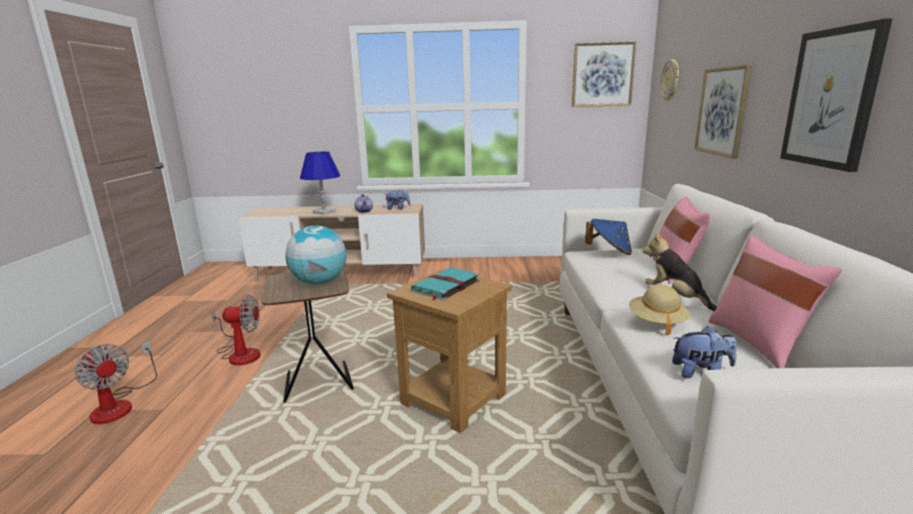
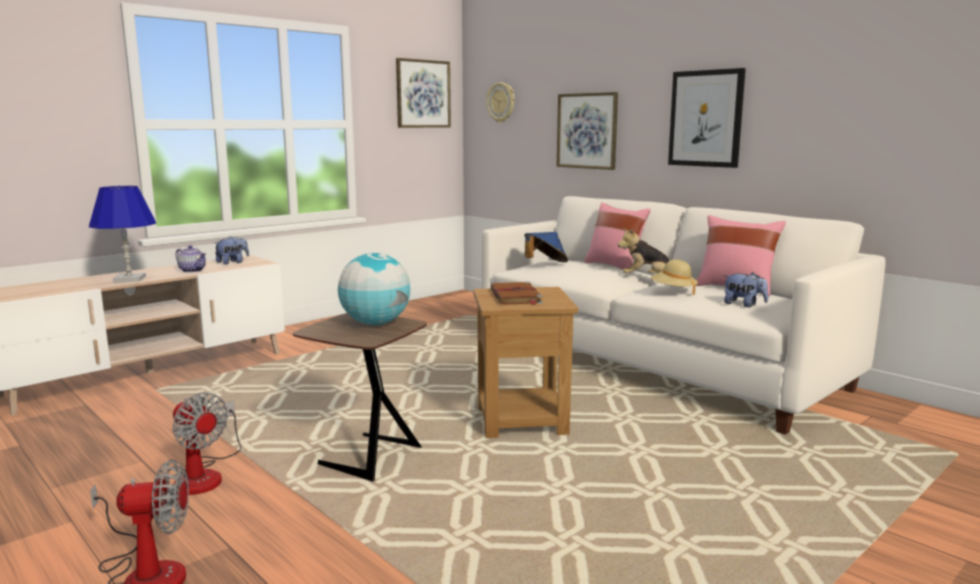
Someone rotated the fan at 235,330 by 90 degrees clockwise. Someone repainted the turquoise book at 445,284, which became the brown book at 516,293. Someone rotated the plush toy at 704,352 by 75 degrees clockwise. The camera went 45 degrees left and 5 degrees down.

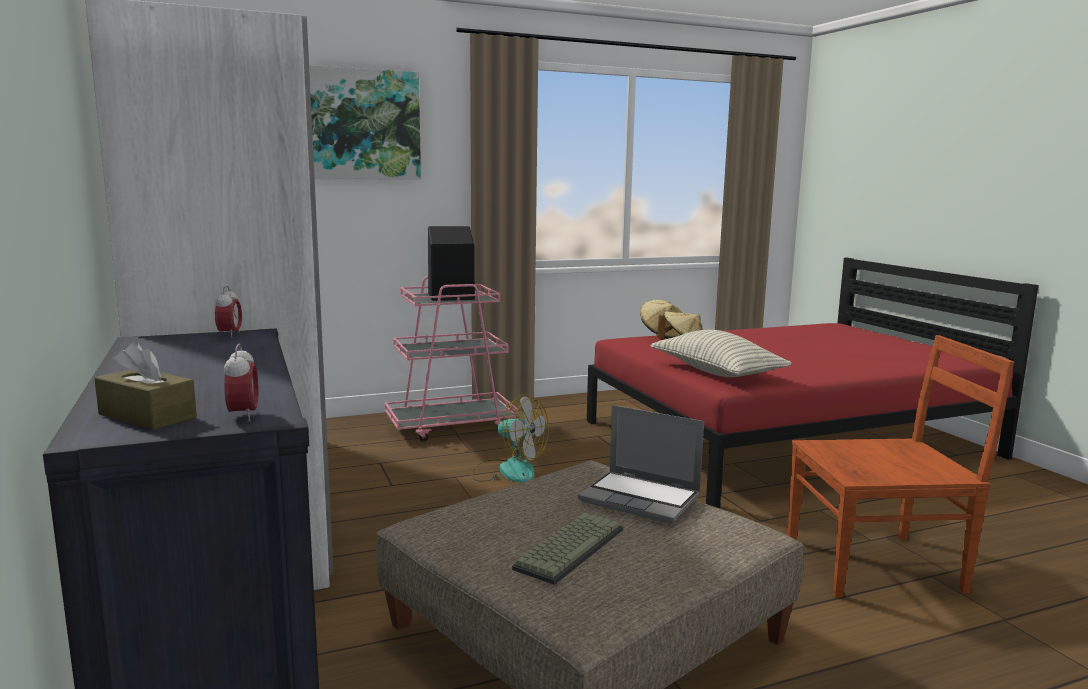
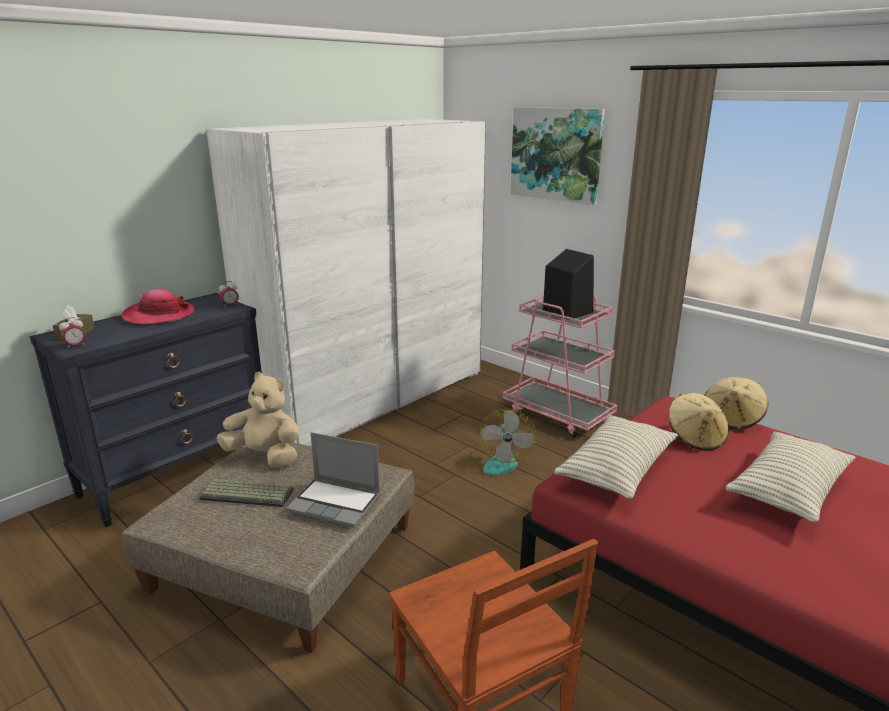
Someone rotated the laptop at 641,464 by 75 degrees counterclockwise. Someone put down the hat at 158,306. Someone put down the beige plush toy at 258,420. Someone put down the pillow at 791,477. The camera went 65 degrees right and 10 degrees up.

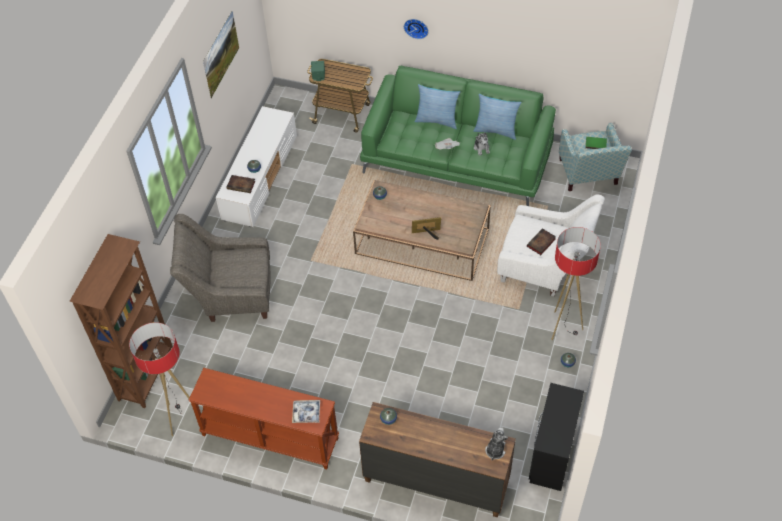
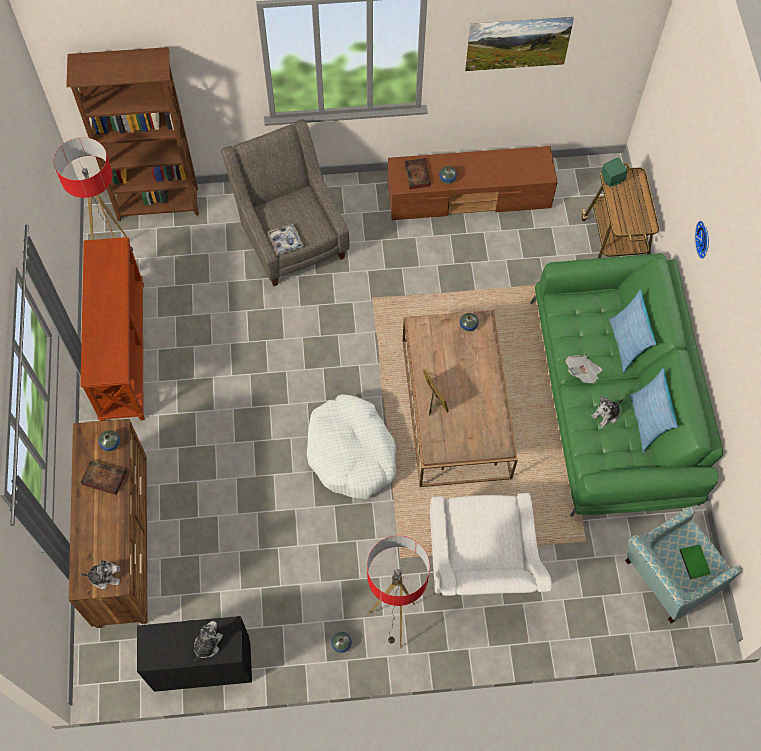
Someone repainted the white tv stand at 256,166, which became the brown tv stand at 473,183. Someone carried the tray from 306,411 to 285,239. Someone carried the book from 541,241 to 103,478. Someone put down the plush toy at 208,641. Someone put down the white dog bed at 351,446. The camera went 65 degrees right and 10 degrees up.

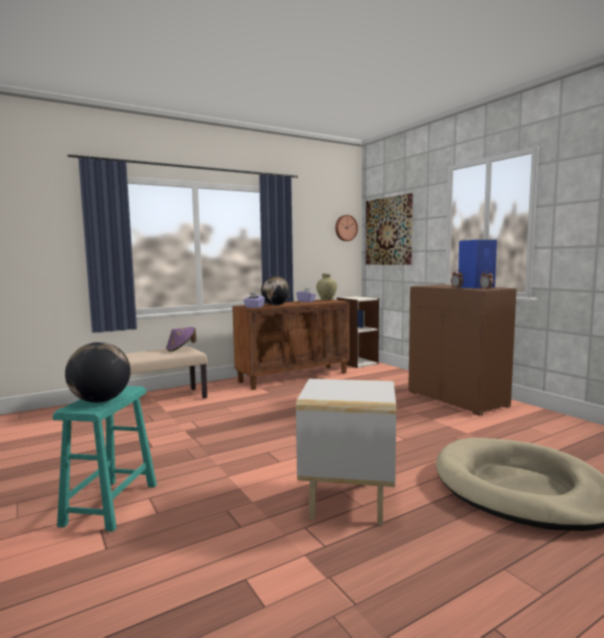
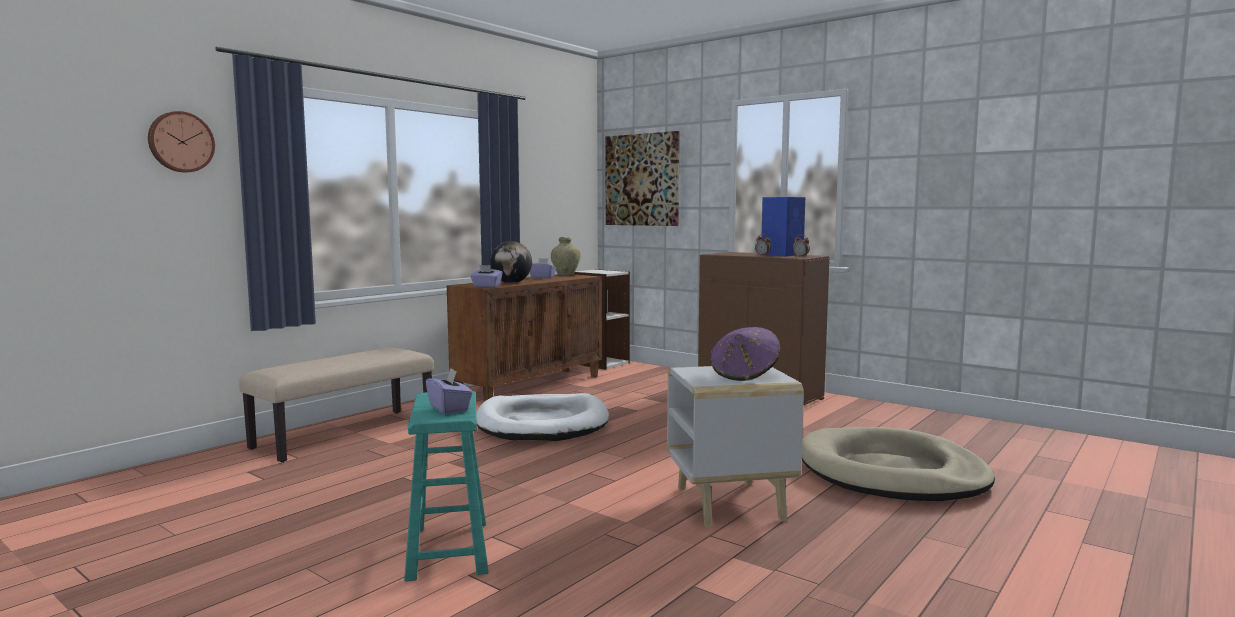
Someone swapped the globe at 98,372 for the purple tissue box at 449,391. Someone carried the purple hat from 181,339 to 745,354. Someone carried the wall clock from 346,228 to 181,141. Someone put down the white dog bed at 542,417. The camera went 20 degrees left and 0 degrees up.

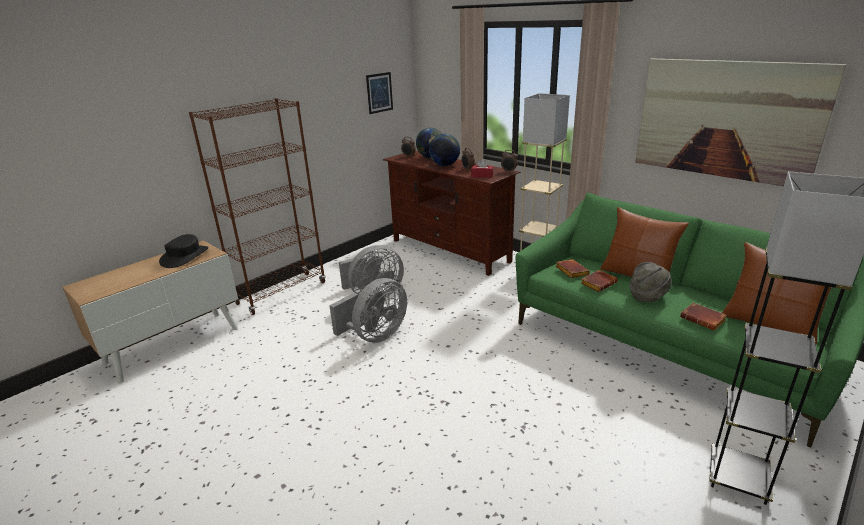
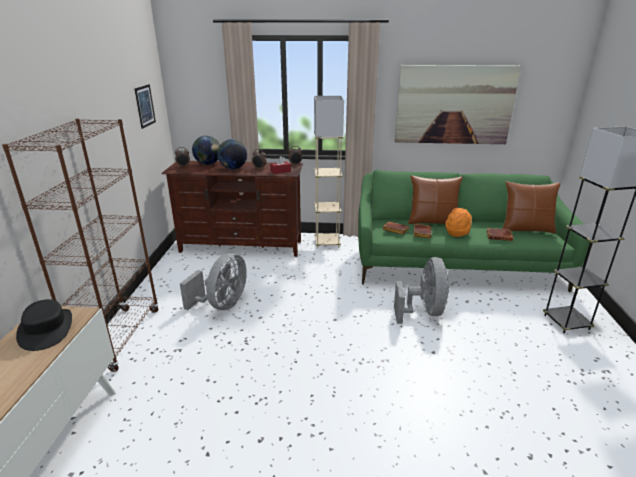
Someone carried the grey fan from 368,310 to 421,290. Someone repainted the grey hat at 651,282, which became the orange hat at 458,222. The camera went 40 degrees left and 0 degrees up.

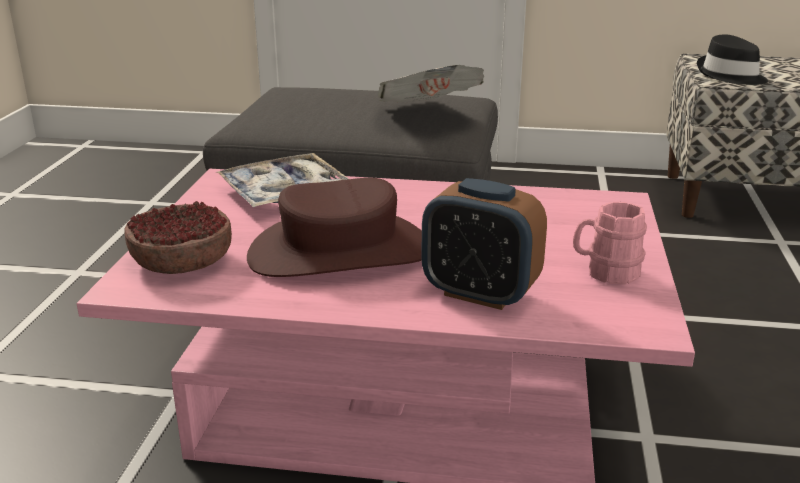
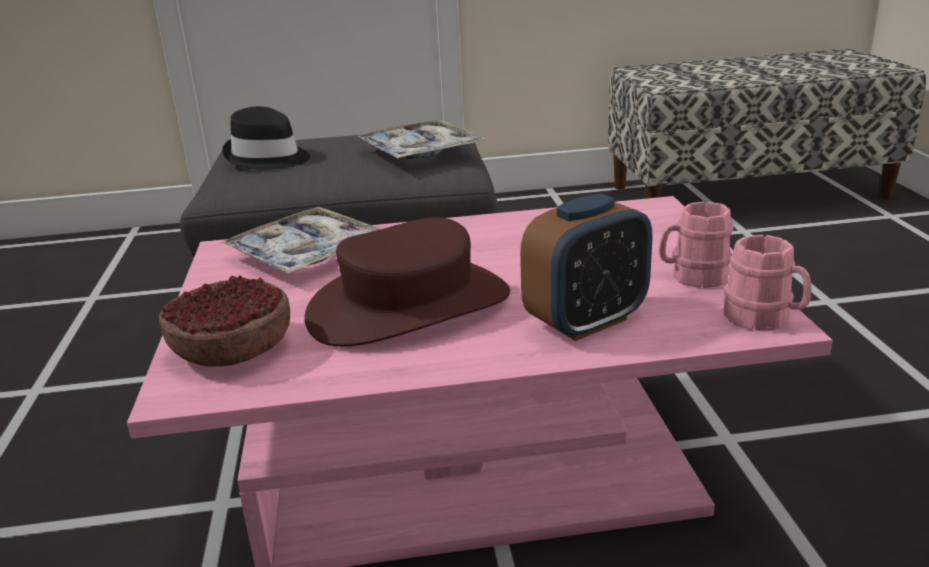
Someone swapped the newspaper at 431,83 for the tray at 420,139. Someone rotated the alarm clock at 484,244 by 45 degrees counterclockwise. Someone carried the black hat from 732,59 to 266,138. Someone put down the pink mug at 767,283. The camera went 15 degrees left and 0 degrees up.

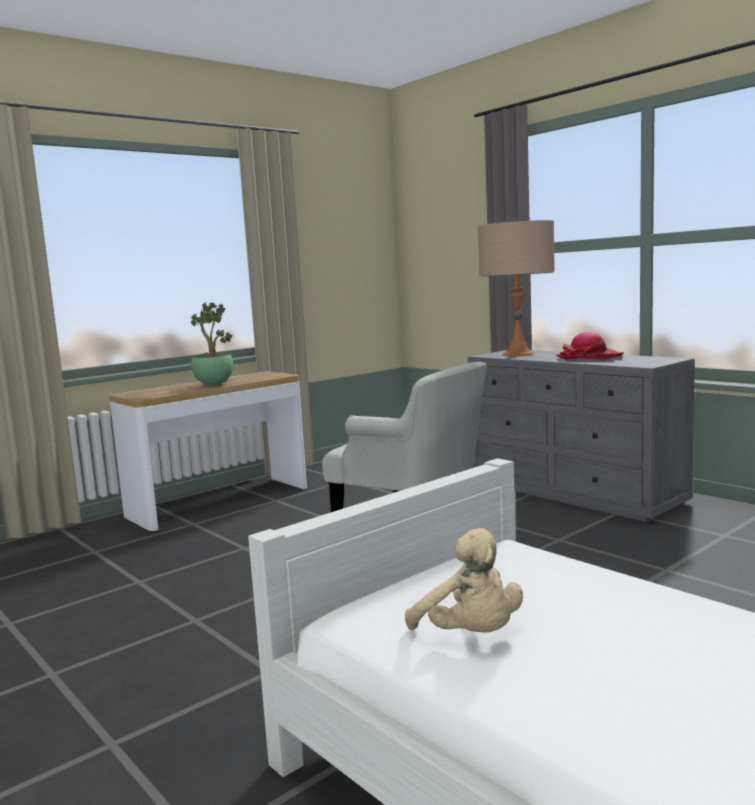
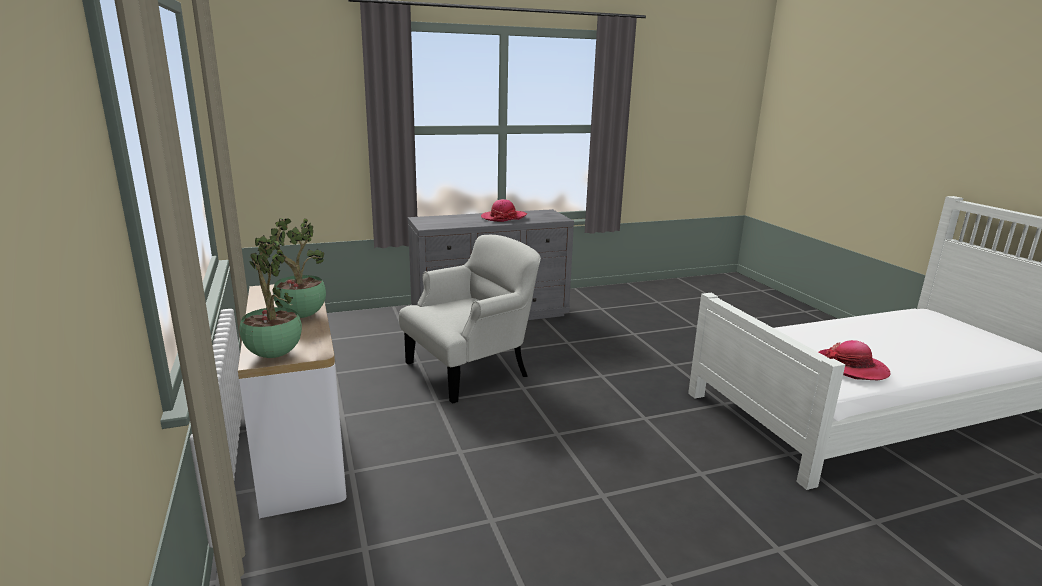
Someone swapped the beige plush toy at 464,580 for the hat at 855,360. Someone took away the beige table lamp at 516,288. Someone put down the potted plant at 270,299. The camera went 70 degrees left and 10 degrees up.

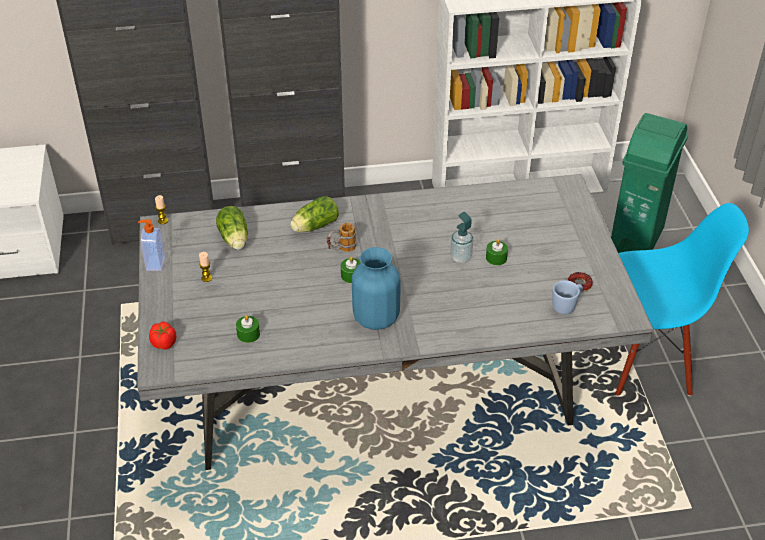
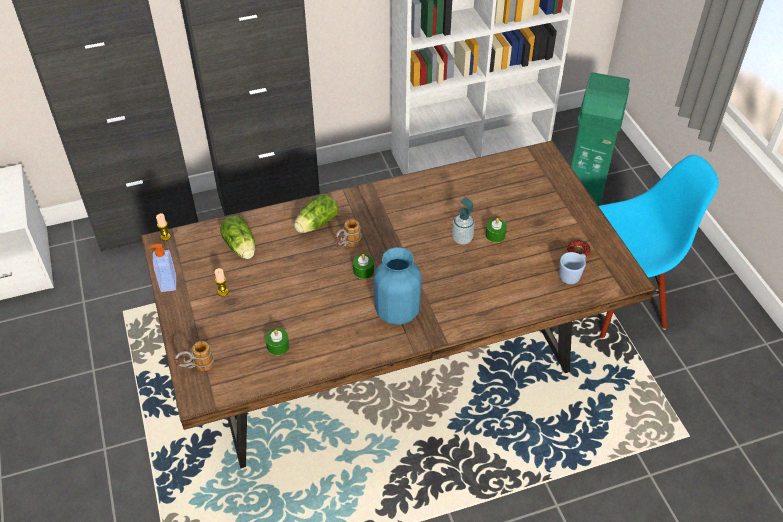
Someone repainted the grey dining table at 395,322, which became the brown dining table at 398,305. Someone swapped the tomato at 162,336 for the mug at 194,356. The camera went 10 degrees left and 5 degrees up.

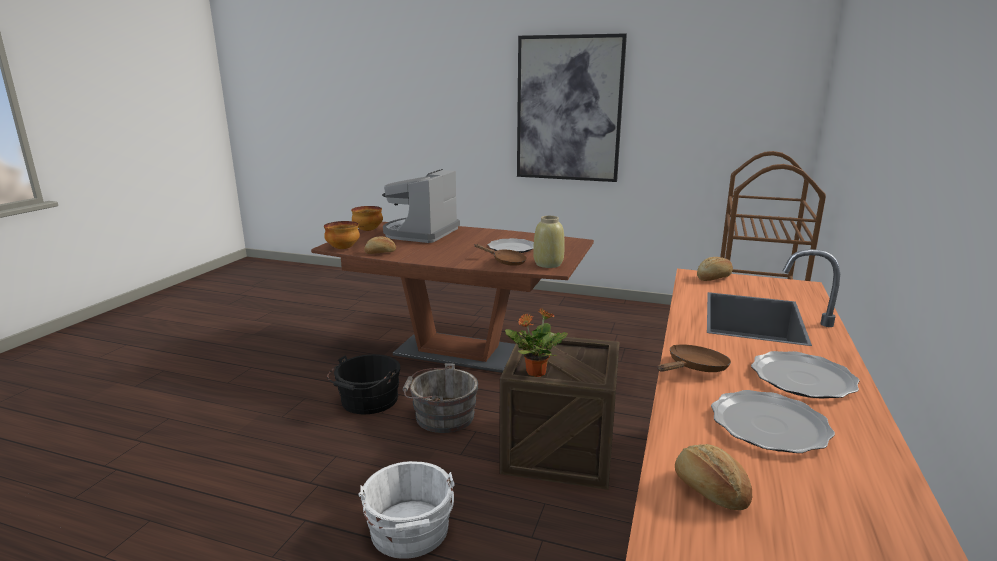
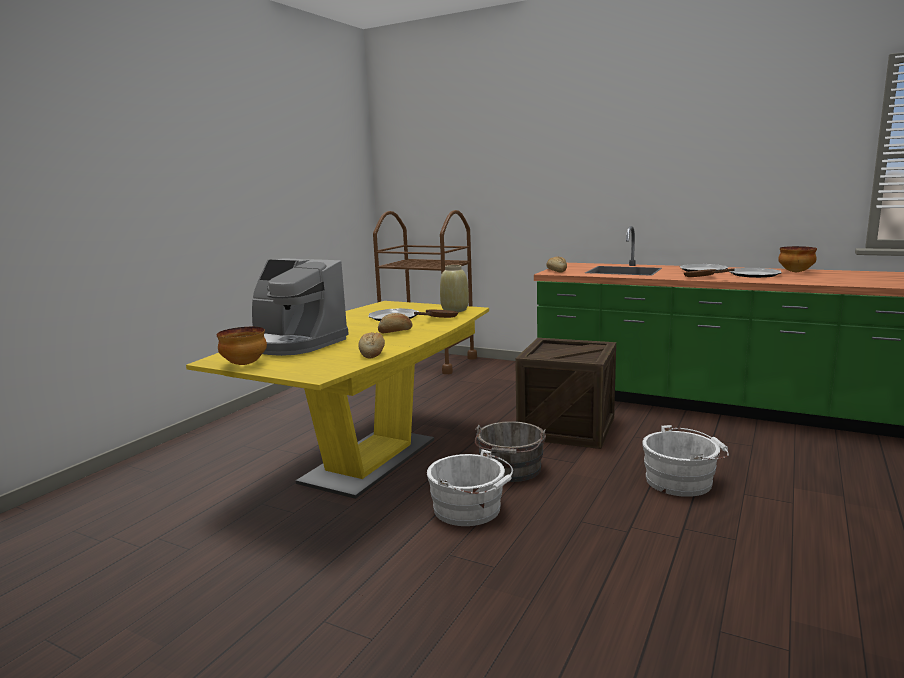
Someone repainted the brown dining table at 452,297, which became the yellow dining table at 337,400. Someone carried the bowl from 342,235 to 797,259. Someone repainted the black bucket at 364,384, which became the white bucket at 470,487. Someone took away the potted plant at 536,342. Someone took away the picture at 572,107. Someone carried the bread from 713,477 to 395,323. The camera went 80 degrees left and 5 degrees down.

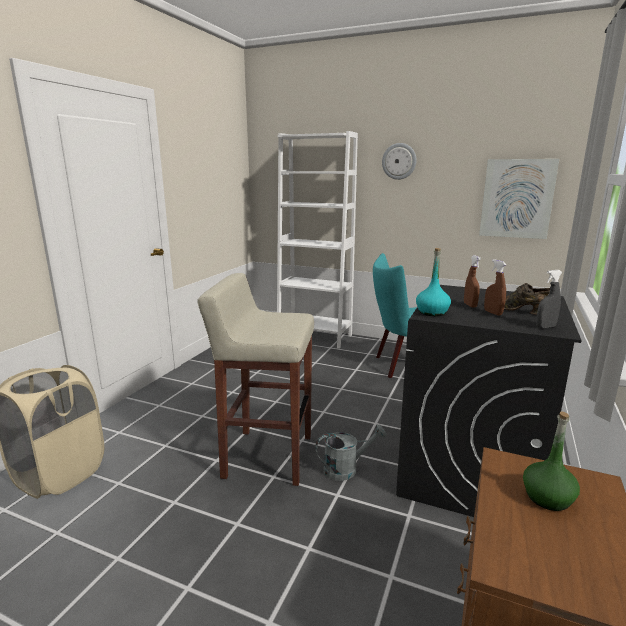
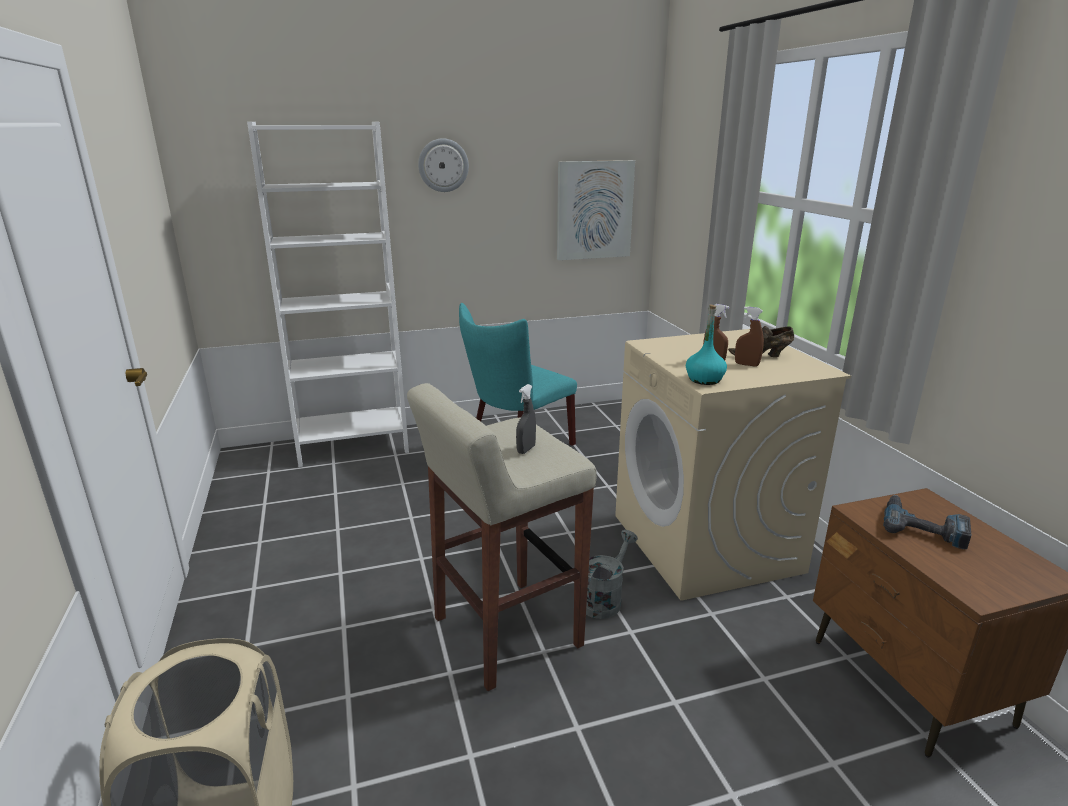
Someone repainted the black washing machine at 489,401, which became the beige washing machine at 733,465. Someone swapped the green bottle at 551,461 for the power drill at 927,522. Someone carried the grey spray bottle from 549,299 to 526,419. The camera went 40 degrees left and 5 degrees up.

